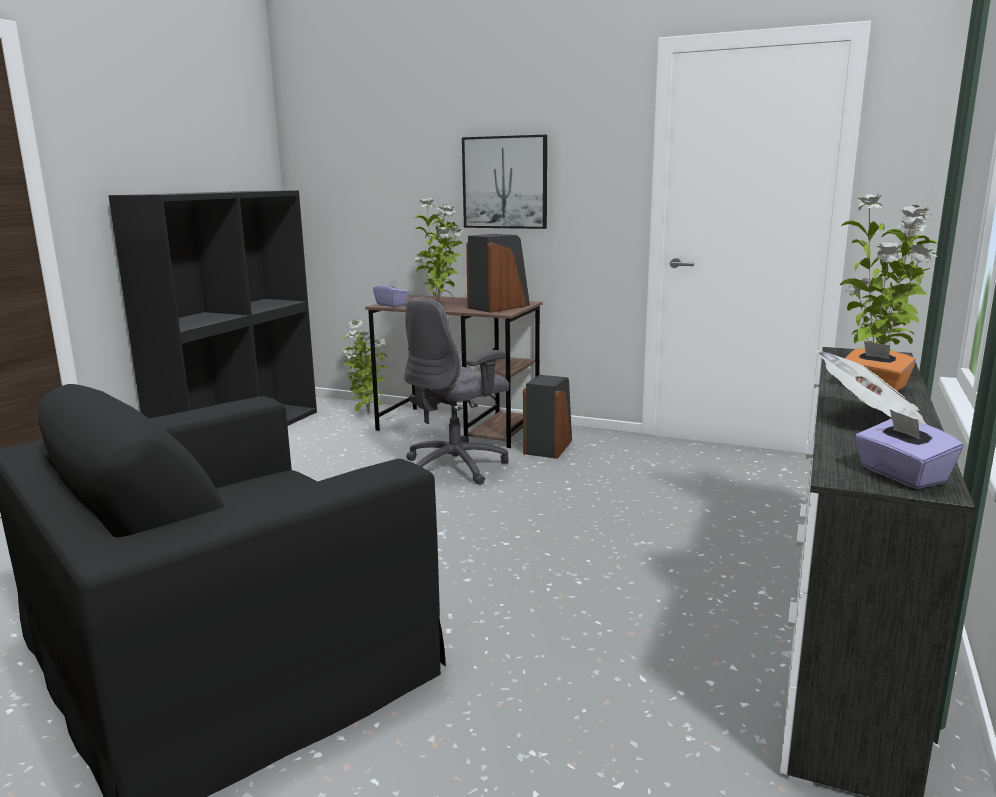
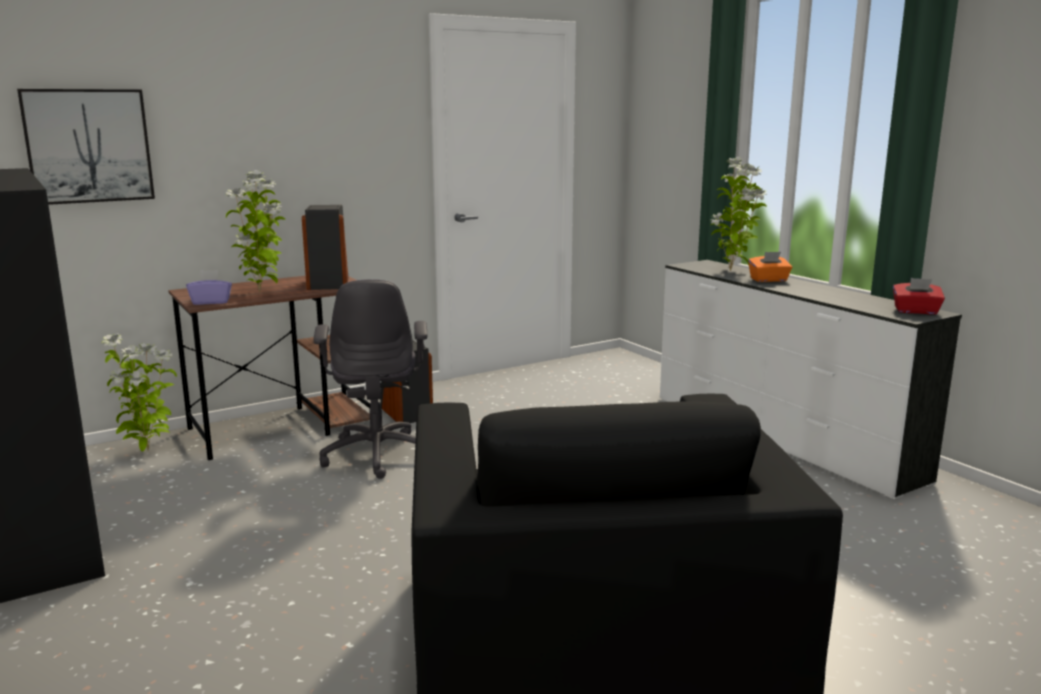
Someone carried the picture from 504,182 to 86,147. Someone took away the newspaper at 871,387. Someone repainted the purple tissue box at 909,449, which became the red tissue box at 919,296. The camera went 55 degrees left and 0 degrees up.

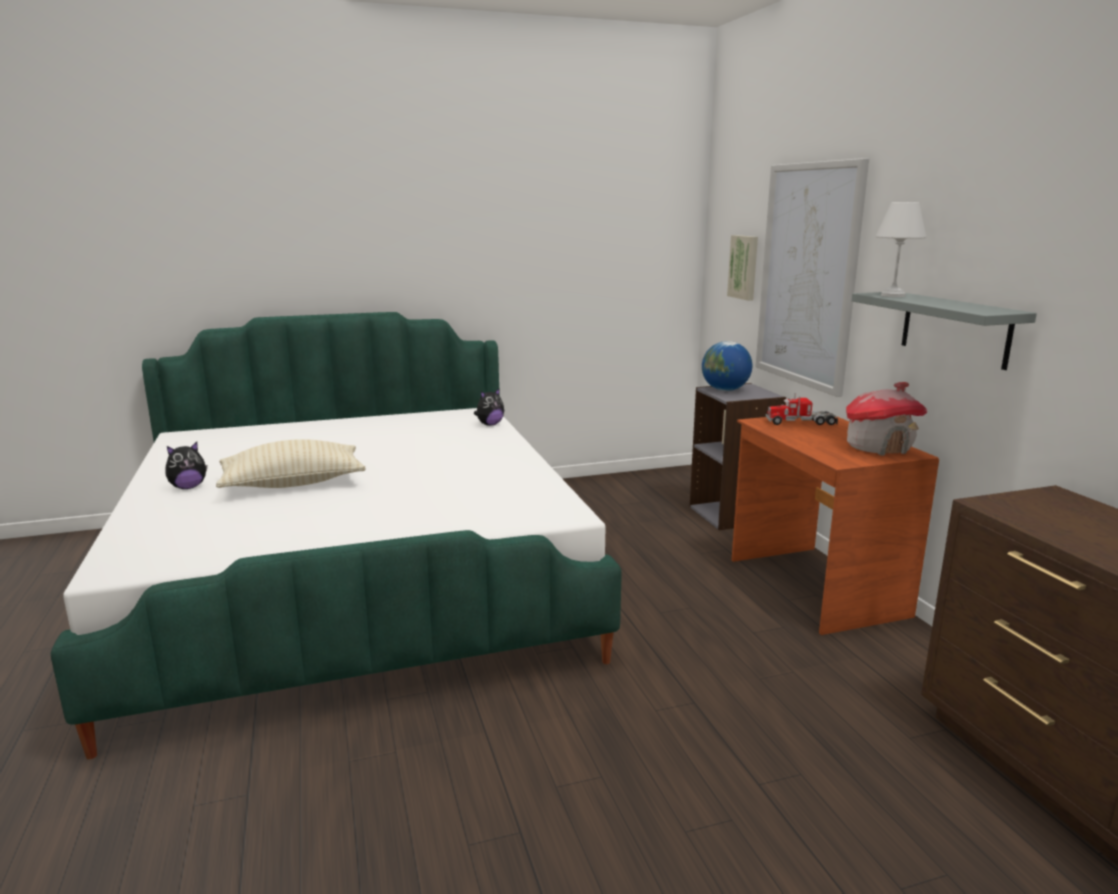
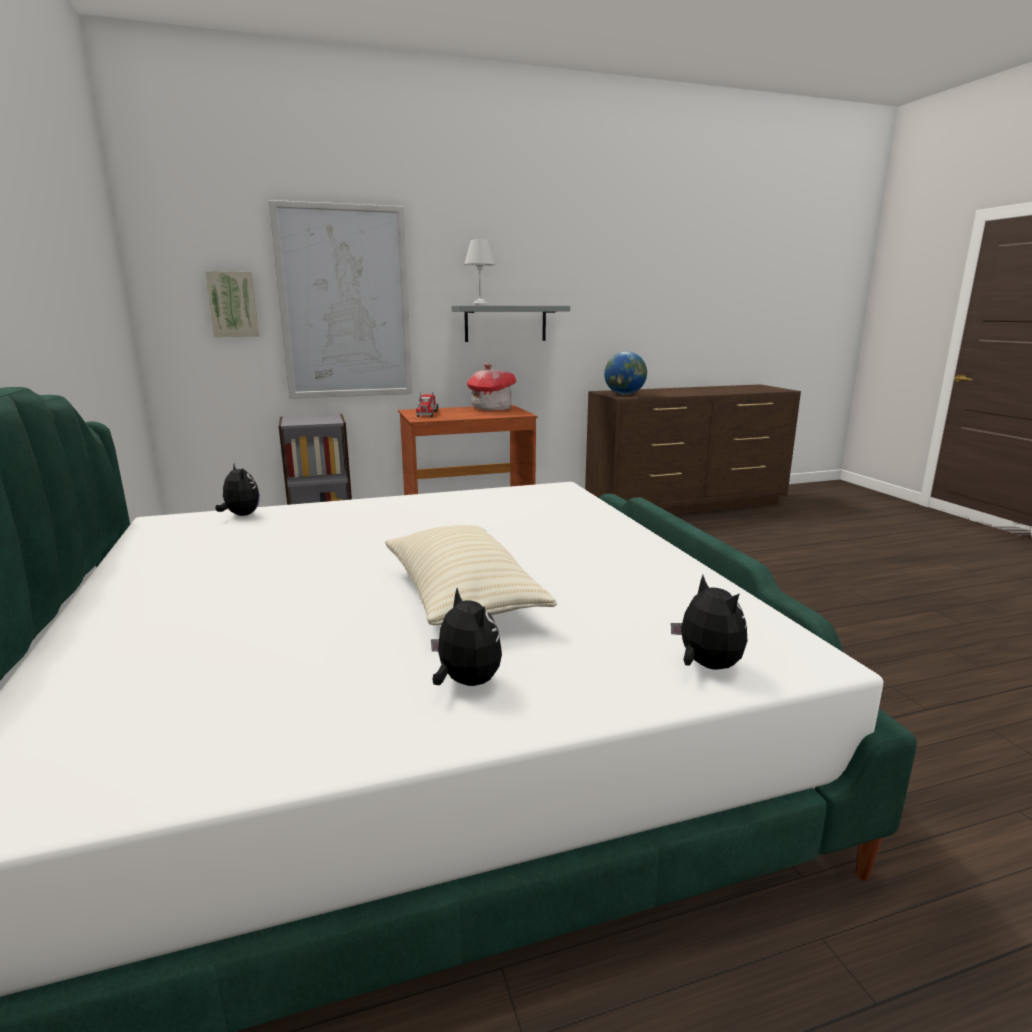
Someone carried the globe from 727,366 to 625,373. Someone put down the plush toy at 709,622. The camera went 90 degrees left and 0 degrees up.

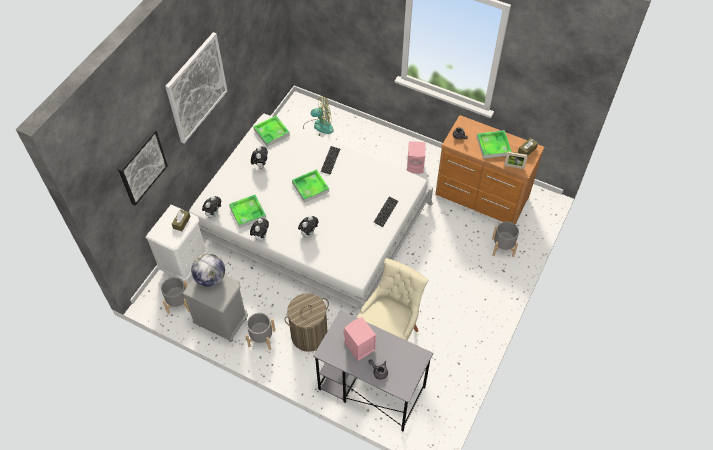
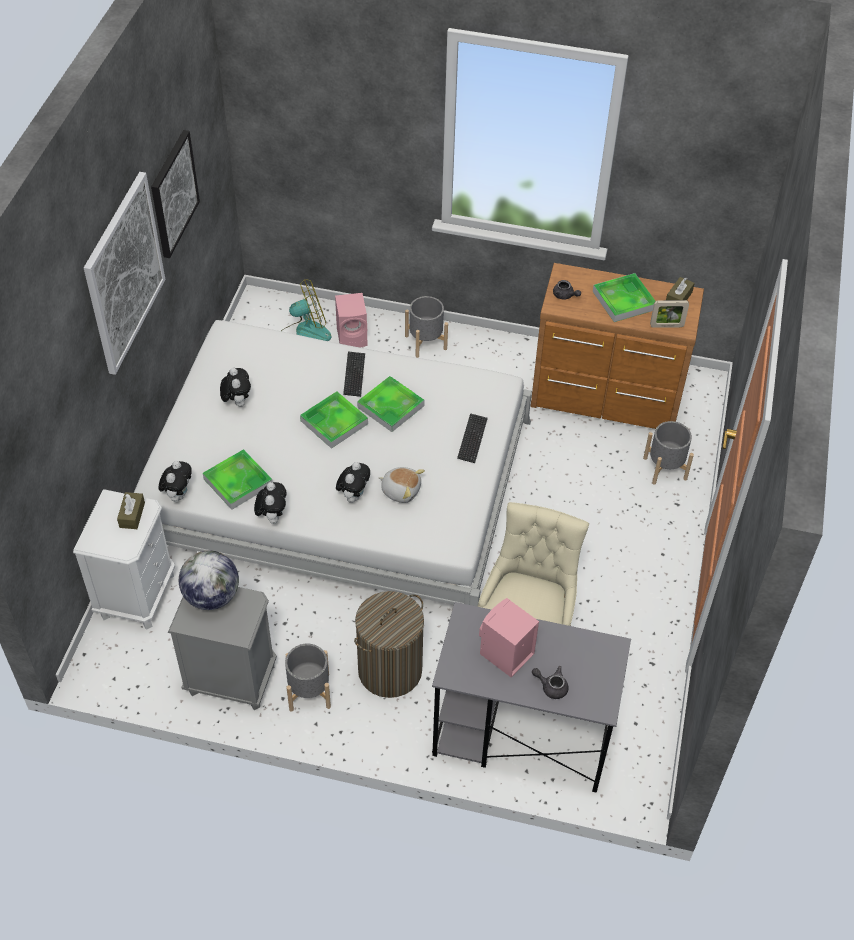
Someone carried the picture from 143,167 to 175,194. Someone carried the grey planter from 175,295 to 426,327. Someone carried the tray from 271,131 to 390,404. Someone carried the pink speaker from 416,157 to 351,320. Someone put down the plush toy at 402,485. The camera went 15 degrees left and 5 degrees down.

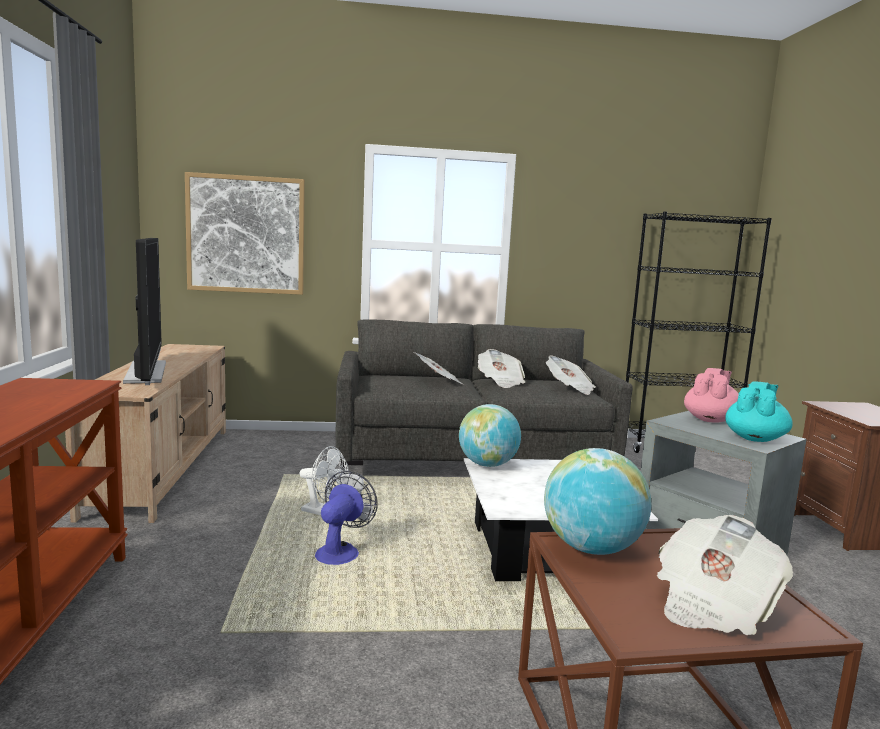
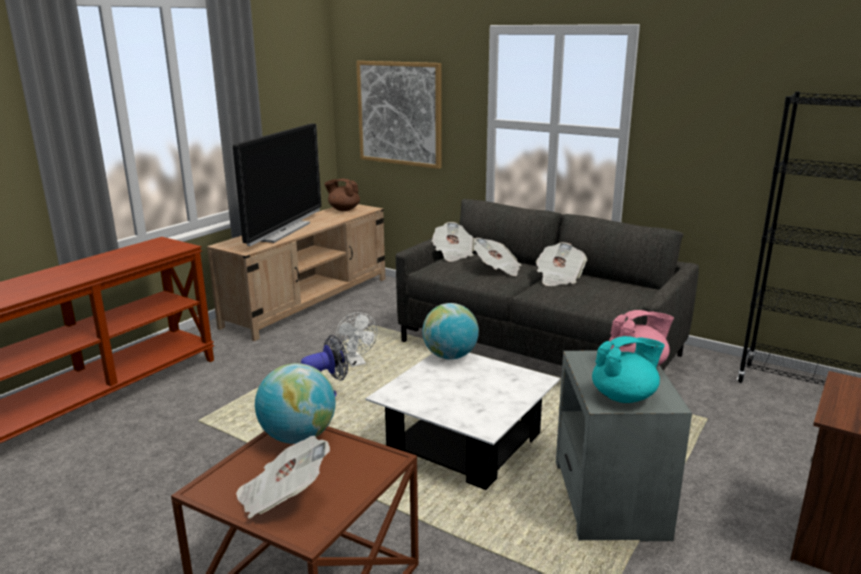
Someone carried the newspaper from 571,375 to 453,242. Someone put down the brown teapot at 342,195. The camera went 40 degrees right and 10 degrees up.

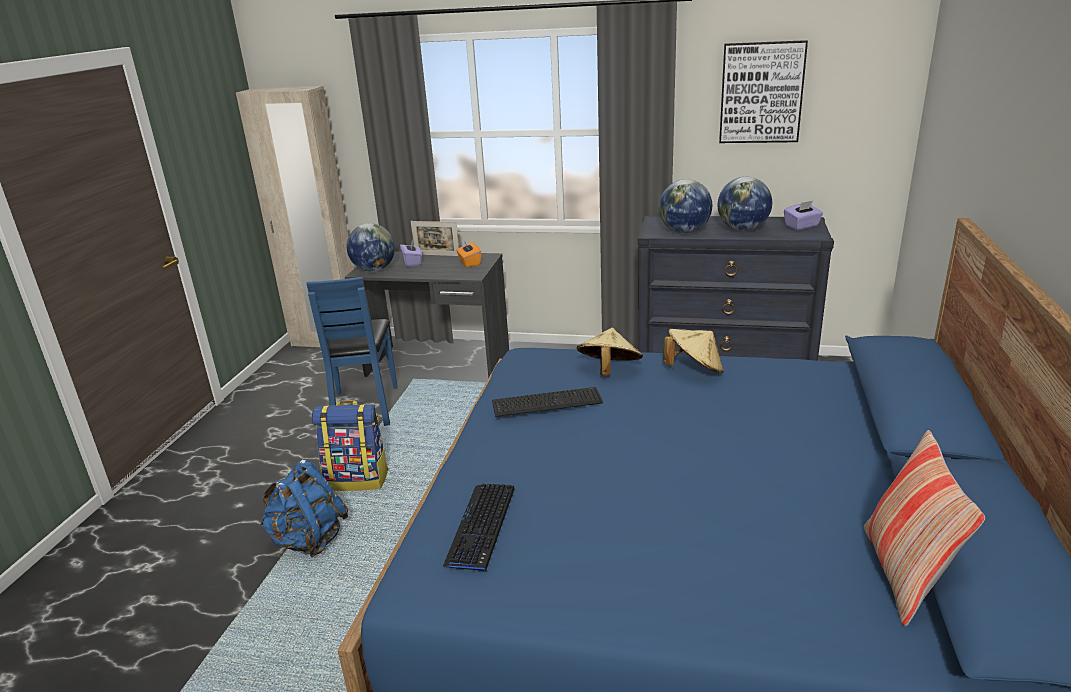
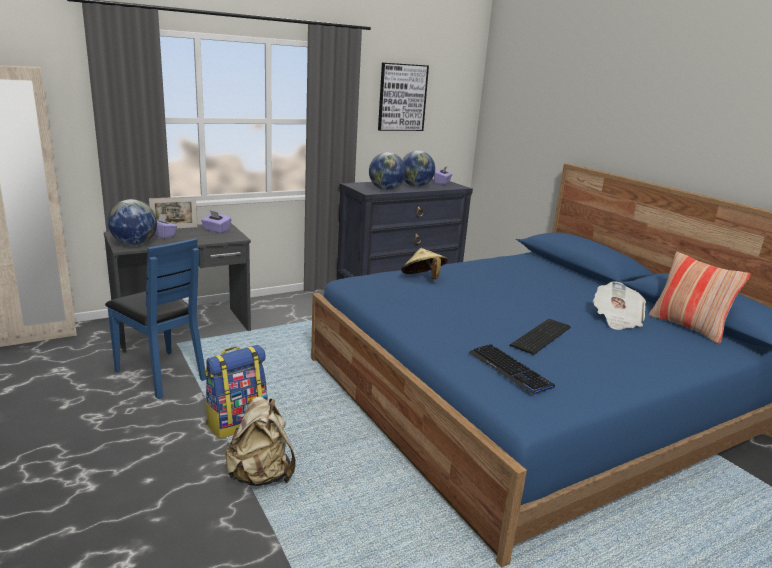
Someone repainted the blue backpack at 304,508, which became the beige backpack at 260,441. Someone repainted the orange tissue box at 468,254, which became the purple tissue box at 216,221. Someone carried the keyboard from 547,402 to 540,337. Someone took away the beige hat at 693,351. Someone put down the newspaper at 619,305. The camera went 45 degrees left and 5 degrees down.

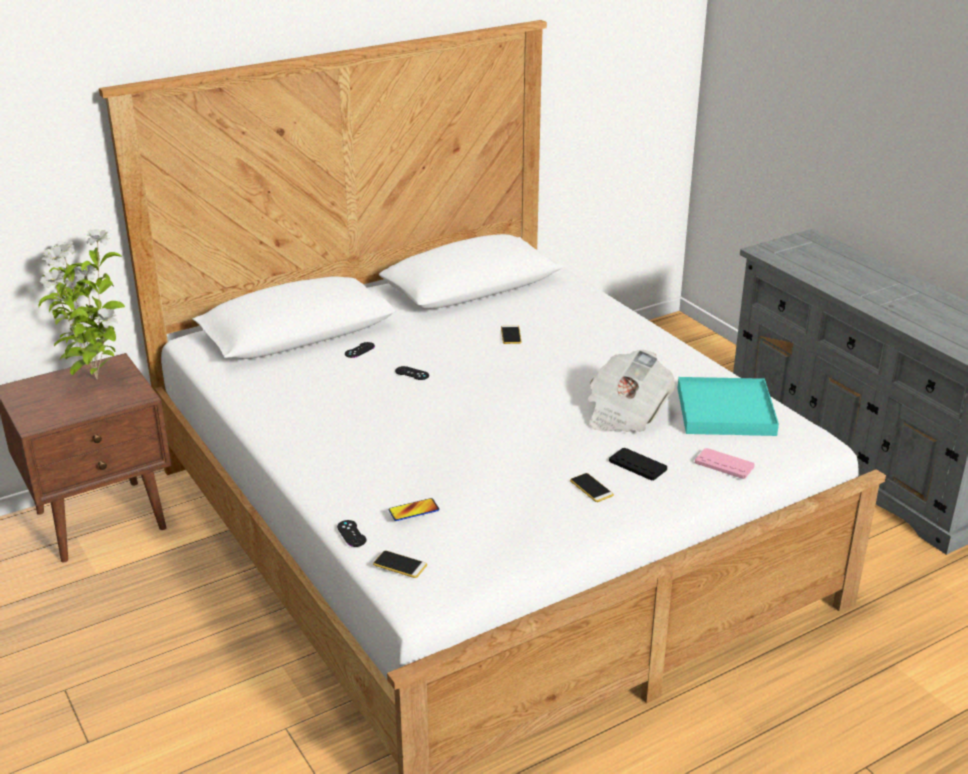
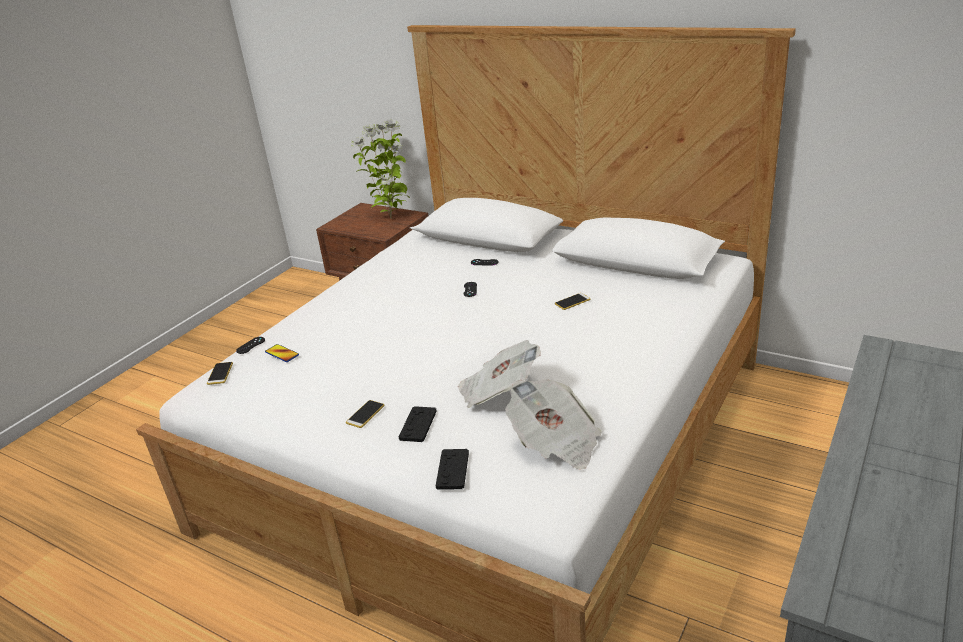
Someone swapped the turquoise tray at 728,406 for the newspaper at 553,424. Someone repainted the pink game controller at 725,463, which became the black game controller at 452,469. The camera went 65 degrees right and 0 degrees up.

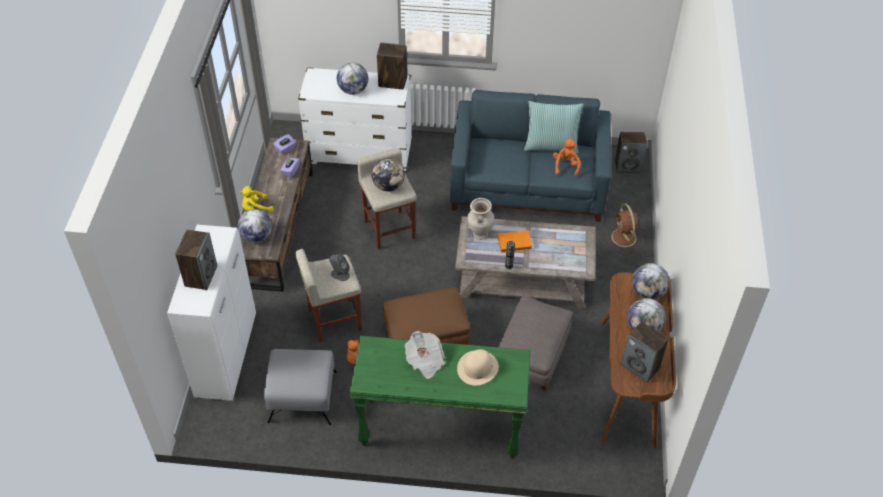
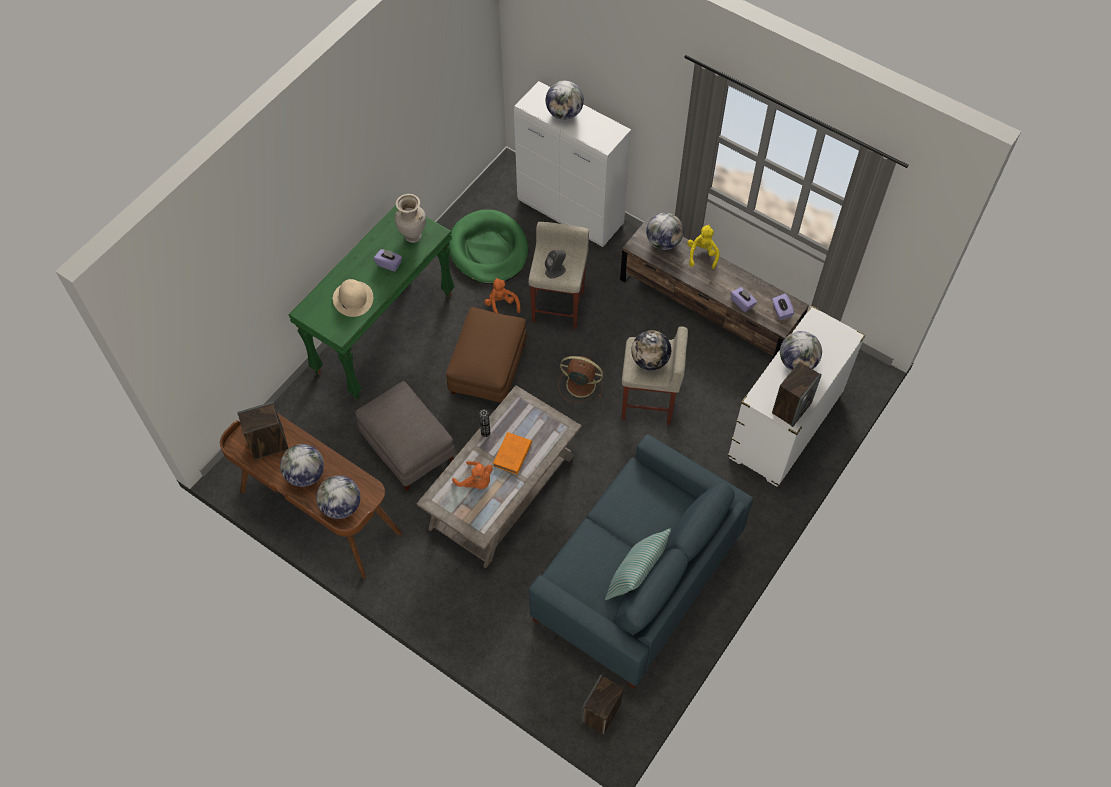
Someone swapped the speaker at 196,260 for the globe at 565,100. Someone swapped the grey ottoman at 300,387 for the green dog bed at 488,246. Someone swapped the newspaper at 425,355 for the purple tissue box at 388,260. Someone carried the beige vase from 480,219 to 410,218. Someone carried the orange plush toy from 567,157 to 472,475. Someone carried the brown fan from 624,228 to 580,379. The camera went 120 degrees right and 10 degrees up.

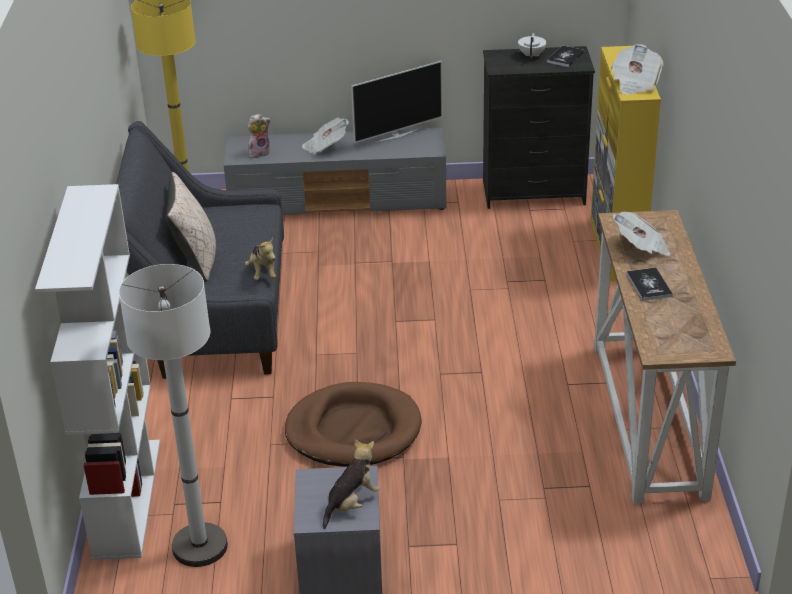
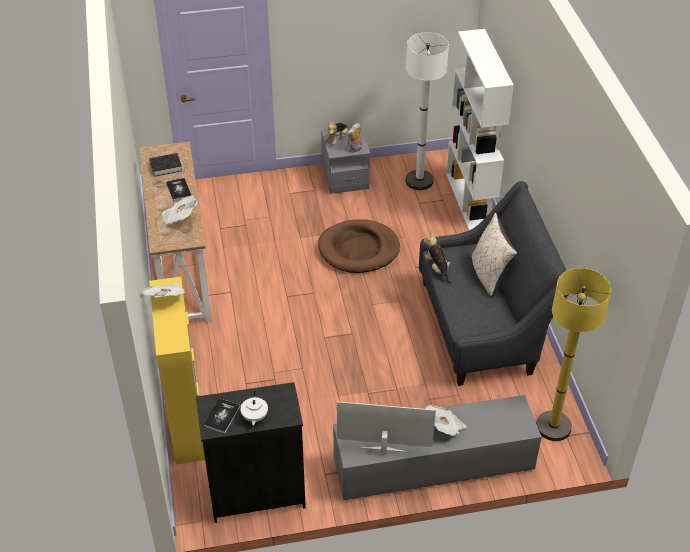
Someone carried the plush toy from 259,136 to 354,138. Someone rotated the television at 396,102 by 45 degrees clockwise. Someone put down the black book at 165,165. The camera went 170 degrees right and 10 degrees up.

